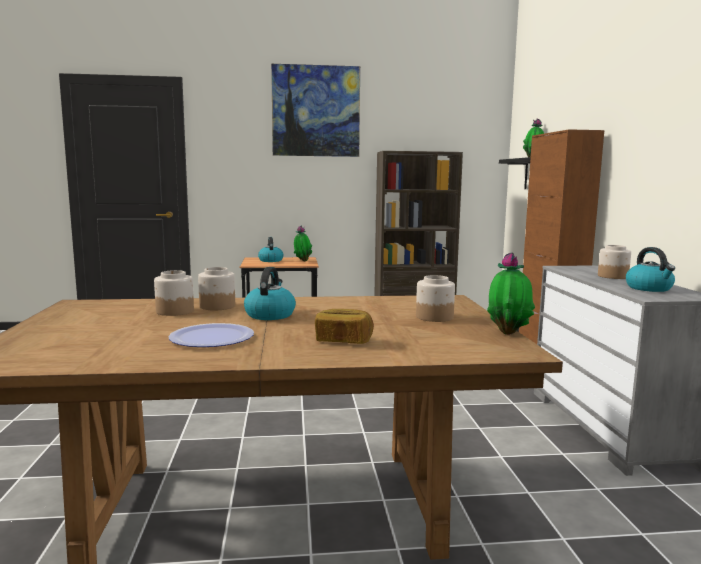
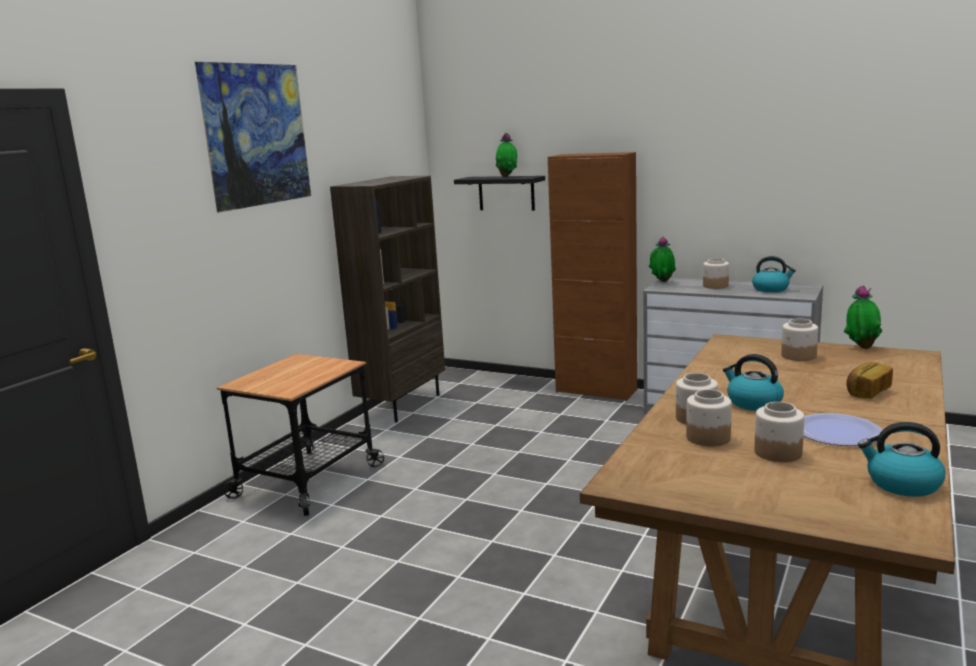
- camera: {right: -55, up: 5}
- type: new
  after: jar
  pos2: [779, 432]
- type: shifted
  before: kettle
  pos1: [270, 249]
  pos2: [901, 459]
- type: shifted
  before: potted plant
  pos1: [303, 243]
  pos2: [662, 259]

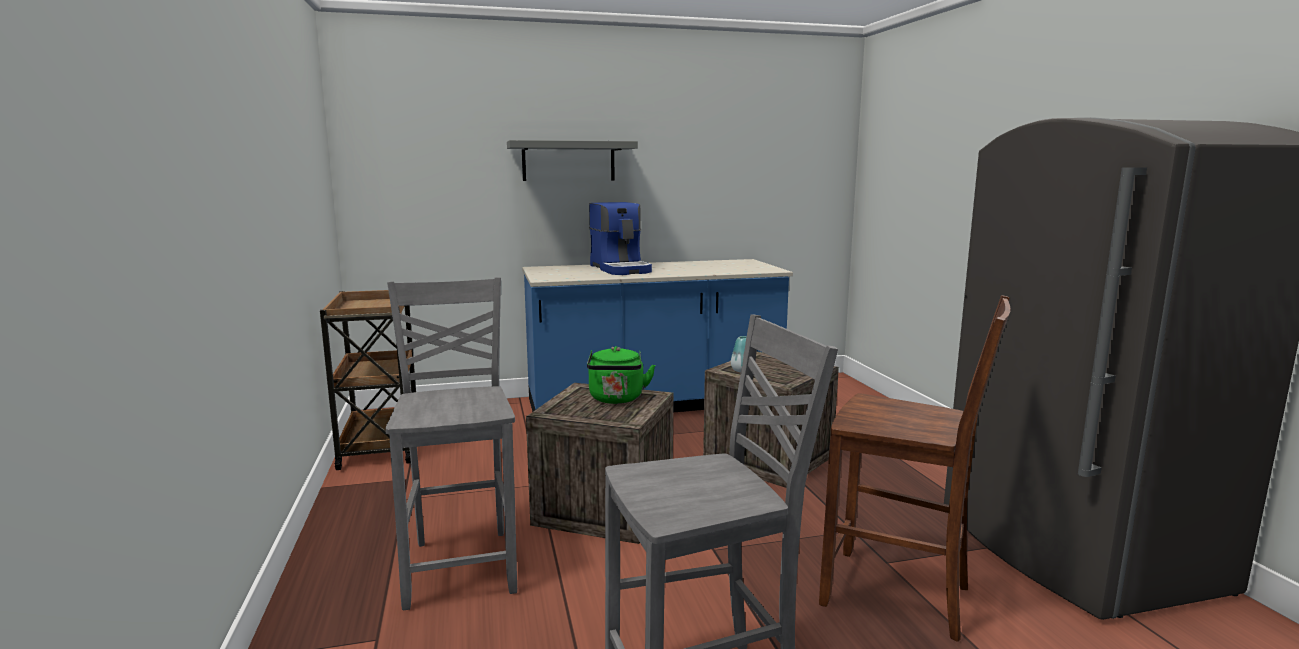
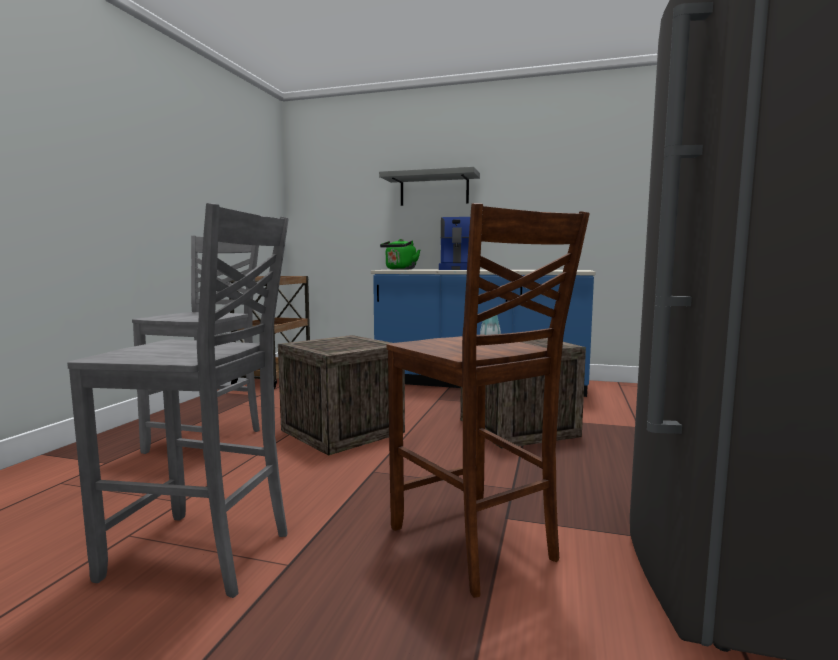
- camera: {right: 30, up: -5}
- type: shifted
  before: green kettle
  pos1: [621, 375]
  pos2: [400, 254]

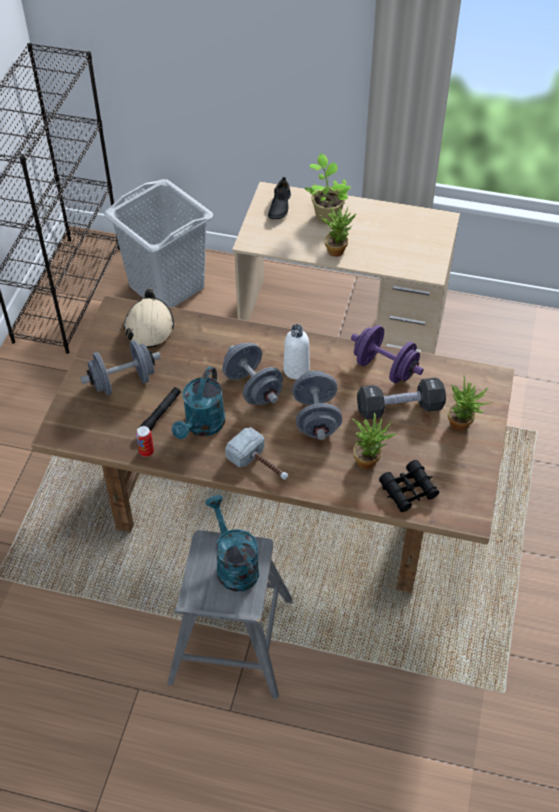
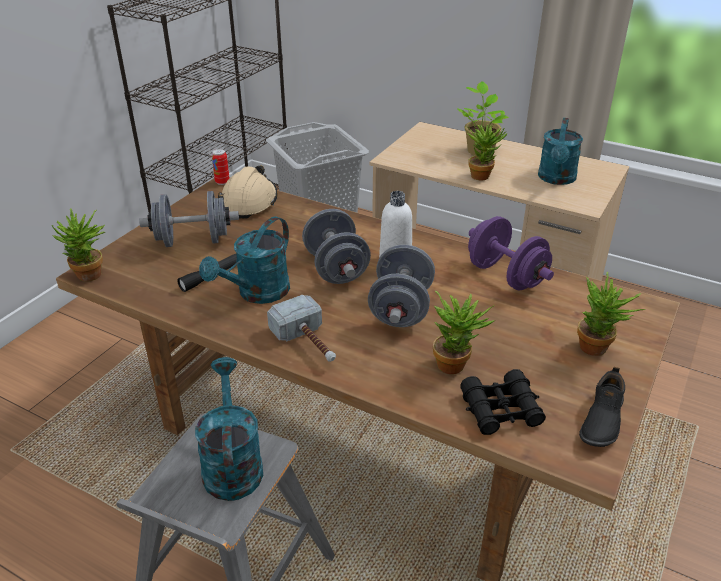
- camera: {right: 15, up: -15}
- type: gone
  before: black dumbbell
  pos1: [401, 398]
- type: new
  after: potted plant
  pos2: [78, 245]
- type: new
  after: turquoise watering can
  pos2: [560, 151]
- type: shifted
  before: can
  pos1: [145, 441]
  pos2: [221, 167]
- type: shifted
  before: black shoe
  pos1: [279, 198]
  pos2: [602, 407]

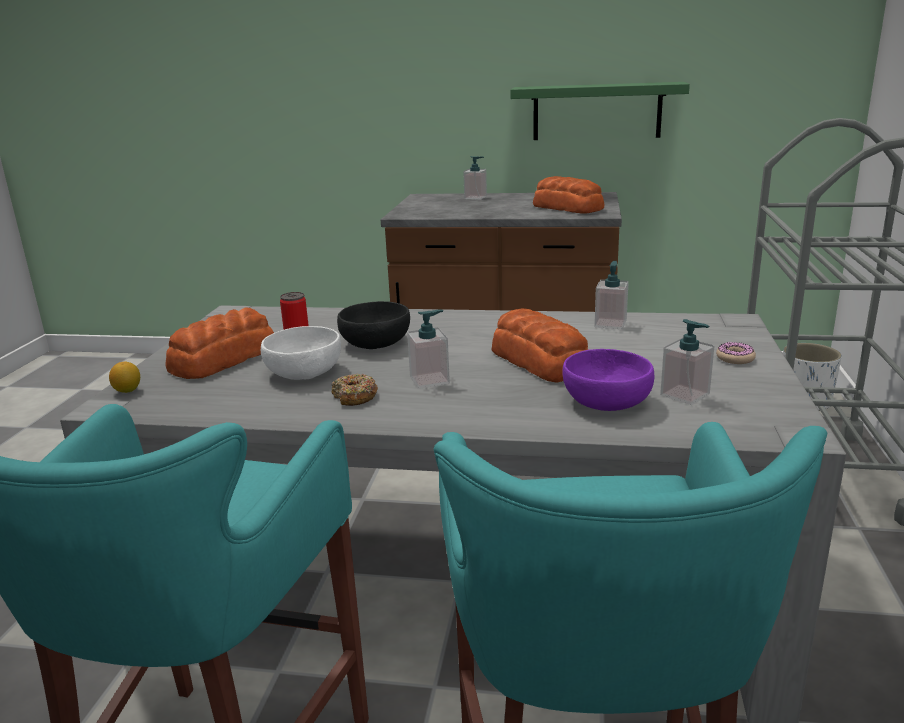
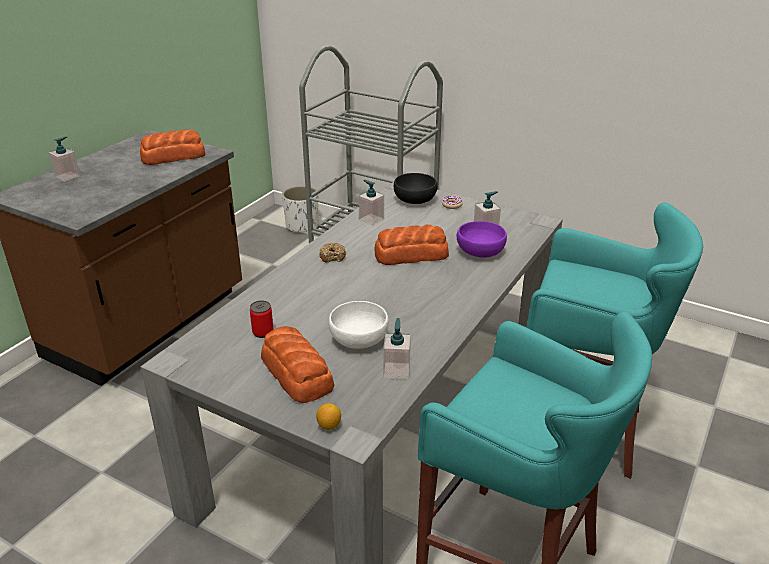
- camera: {right: -70, up: 10}
- type: gone
  before: green shelf
  pos1: [600, 111]
- type: shifted
  before: donut
  pos1: [355, 389]
  pos2: [332, 253]
- type: shifted
  before: black bowl
  pos1: [373, 325]
  pos2: [416, 188]
- type: shifted
  before: soap dispenser
  pos1: [428, 349]
  pos2: [397, 348]

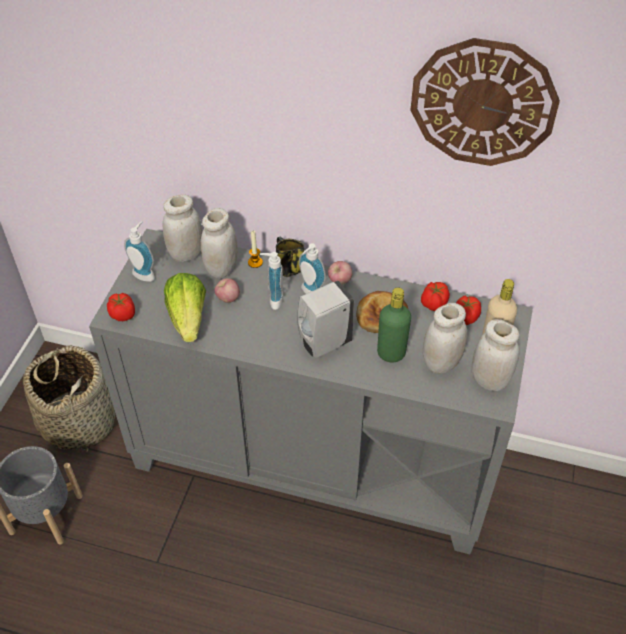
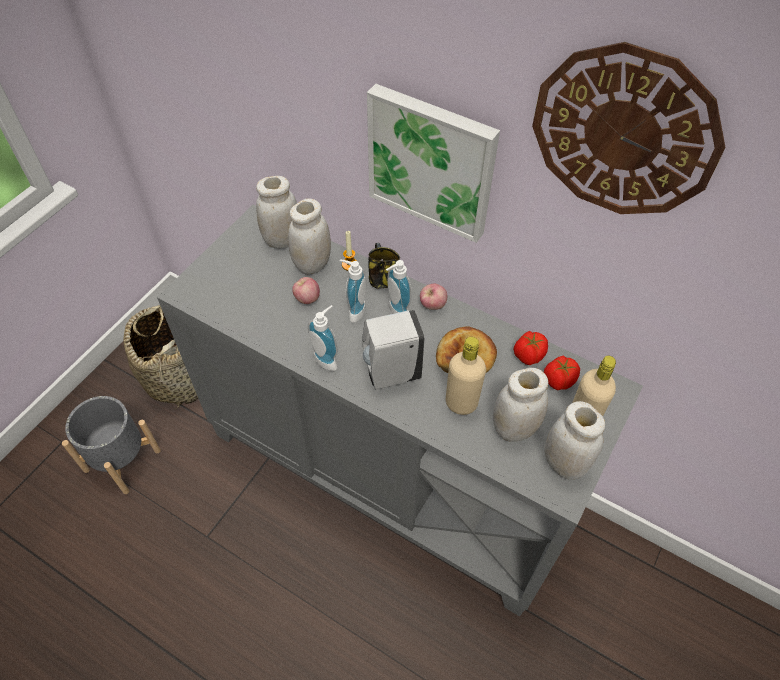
- camera: {right: 15, up: 5}
- type: gone
  before: tomato
  pos1: [121, 307]
- type: gone
  before: lettuce
  pos1: [185, 307]
- type: new
  after: picture
  pos2: [433, 163]
- type: shifted
  before: soap dispenser
  pos1: [139, 251]
  pos2: [323, 338]
- type: repainted
  before: green bottle
  after: beige bottle
  pos1: [394, 325]
  pos2: [466, 376]

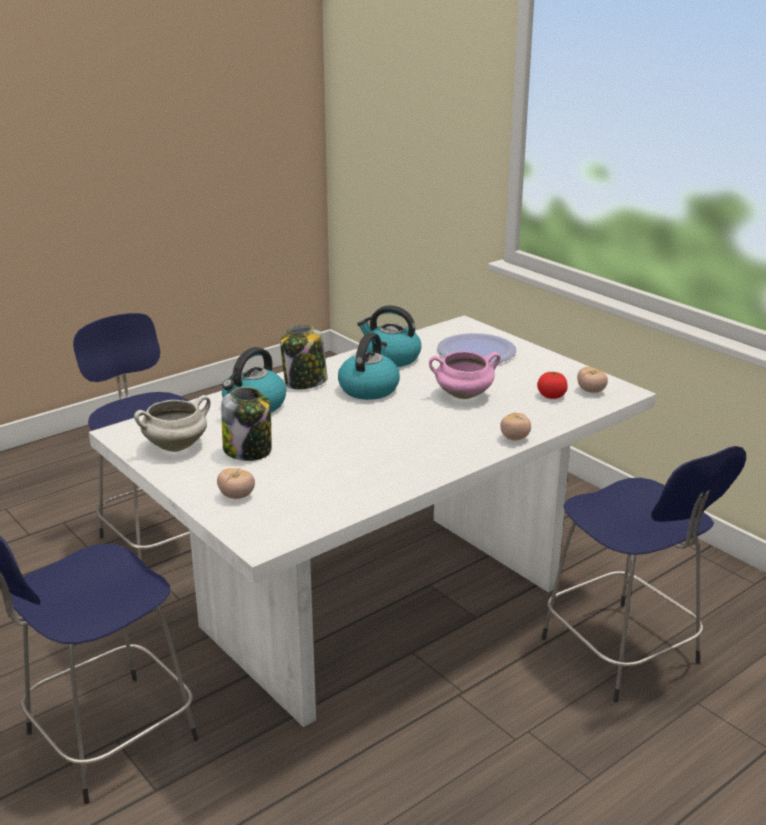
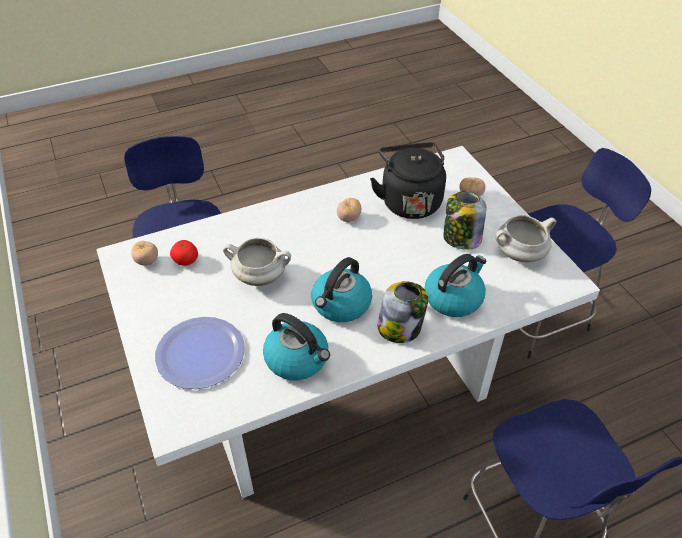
- camera: {right: -165, up: 20}
- type: new
  after: black kettle
  pos2: [408, 180]
- type: shifted
  before: tomato
  pos1: [515, 427]
  pos2: [349, 210]
- type: repainted
  before: pink cooking pot
  after: white cooking pot
  pos1: [465, 375]
  pos2: [257, 262]

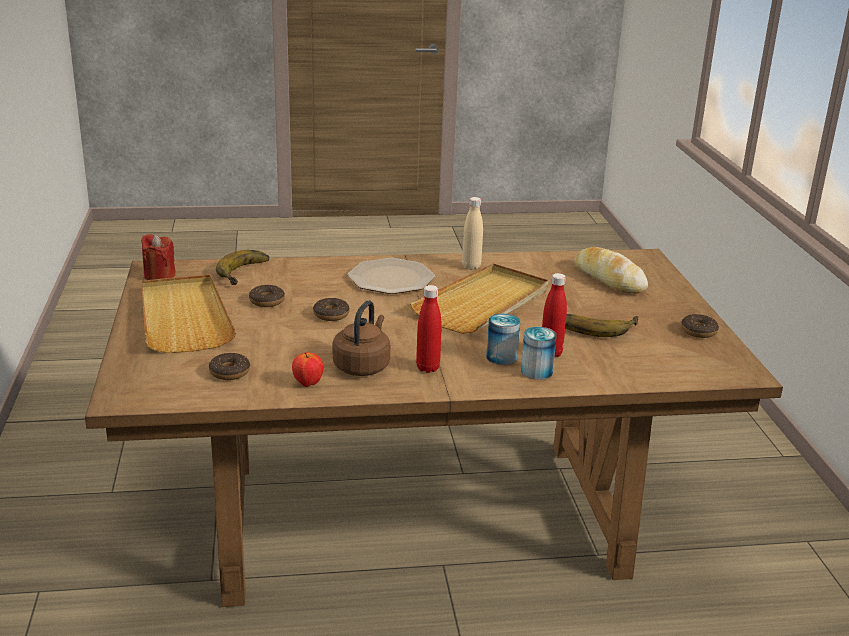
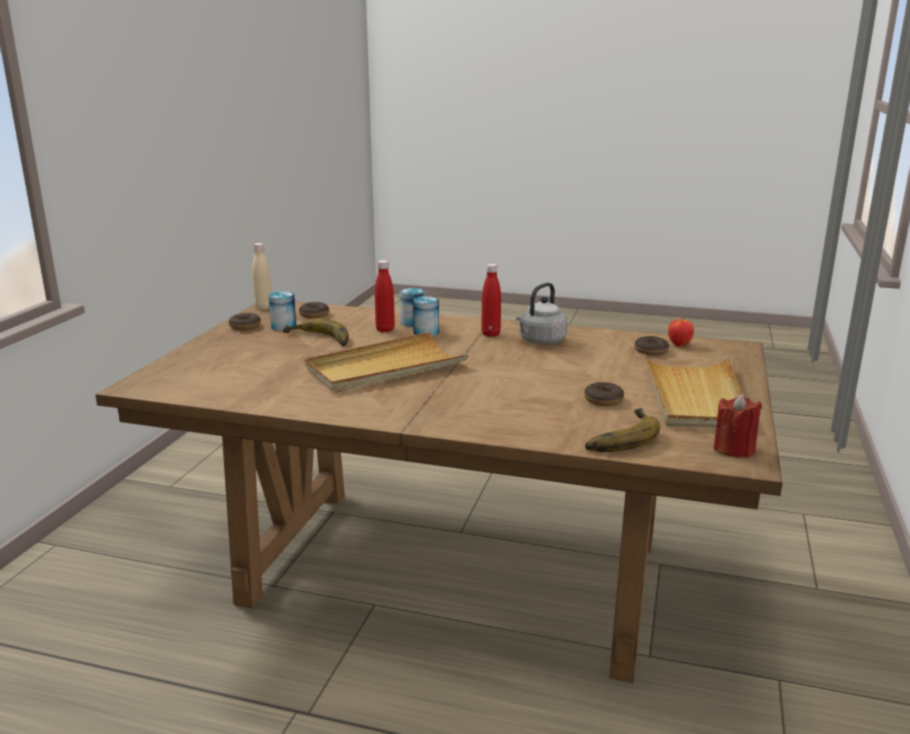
- camera: {right: -155, up: -5}
- type: gone
  before: plate
  pos1: [391, 276]
- type: gone
  before: bread
  pos1: [611, 270]
- type: new
  after: can
  pos2: [282, 311]
- type: shifted
  before: apple
  pos1: [307, 369]
  pos2: [681, 332]
- type: shifted
  before: donut
  pos1: [331, 309]
  pos2: [314, 310]
- type: shifted
  before: beige bottle
  pos1: [472, 233]
  pos2: [262, 276]
- type: repainted
  before: brown kettle
  after: grey kettle
  pos1: [361, 338]
  pos2: [542, 313]

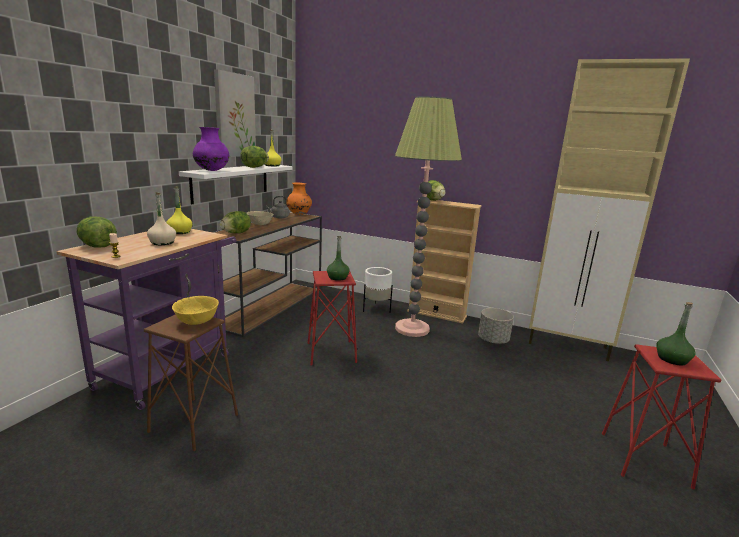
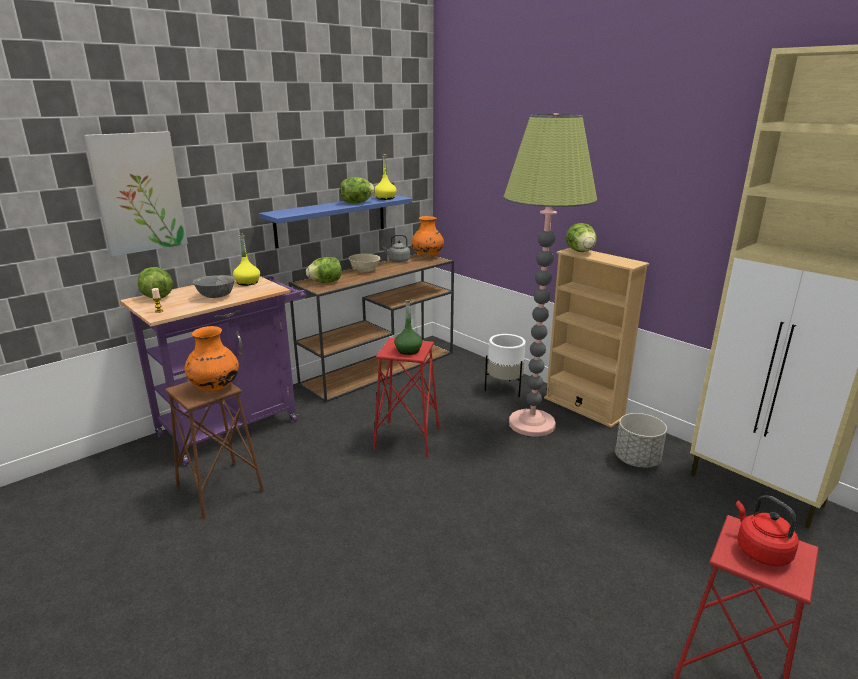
- camera: {right: 25, up: 5}
- type: gone
  before: purple vase
  pos1: [211, 149]
- type: shifted
  before: picture
  pos1: [235, 112]
  pos2: [136, 193]
- type: swapped
  before: beige bottle
  after: grey bowl
  pos1: [161, 218]
  pos2: [214, 286]
- type: swapped
  before: yellow bowl
  after: orange vase
  pos1: [195, 310]
  pos2: [211, 359]
- type: swapped
  before: green bottle
  after: red kettle
  pos1: [675, 334]
  pos2: [767, 530]
- type: repainted
  before: white shelf
  after: blue shelf
  pos1: [235, 184]
  pos2: [335, 222]

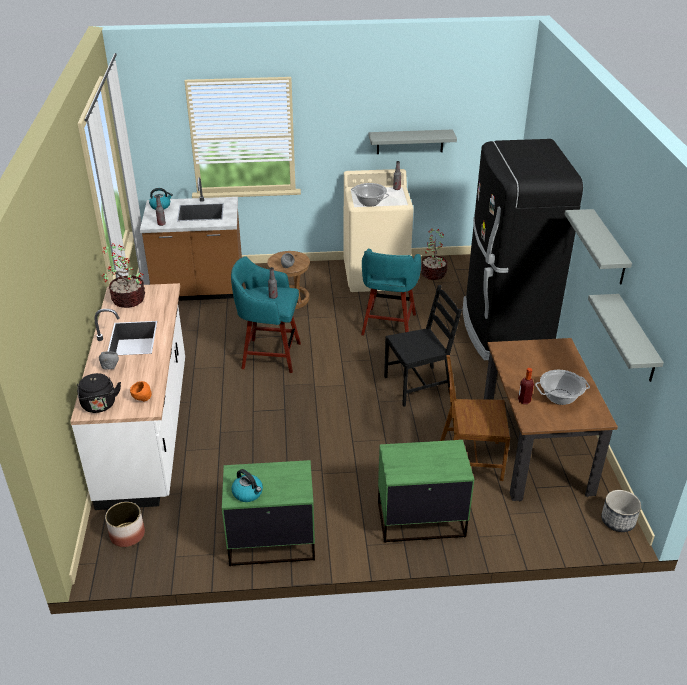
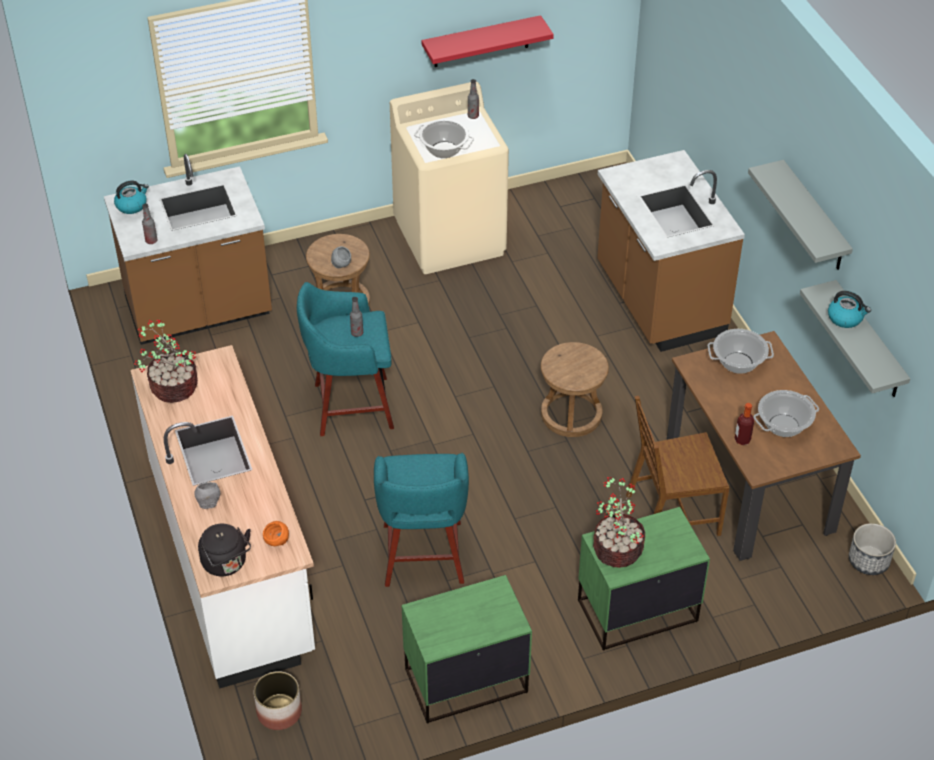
- camera: {right: -15, up: 10}
- type: new
  after: cooking pot
  pos2: [741, 351]
- type: shifted
  before: kettle
  pos1: [247, 485]
  pos2: [849, 309]
- type: shifted
  before: turquoise stool
  pos1: [391, 292]
  pos2: [421, 520]
- type: shifted
  before: potted plant
  pos1: [434, 254]
  pos2: [619, 522]
- type: swapped
  before: black chair
  after: brown stool
  pos1: [423, 346]
  pos2: [575, 389]
- type: swapped
  before: black fridge
  after: brown counter
  pos1: [523, 249]
  pos2: [671, 251]
- type: repainted
  before: grey shelf
  after: red shelf
  pos1: [413, 142]
  pos2: [487, 41]

